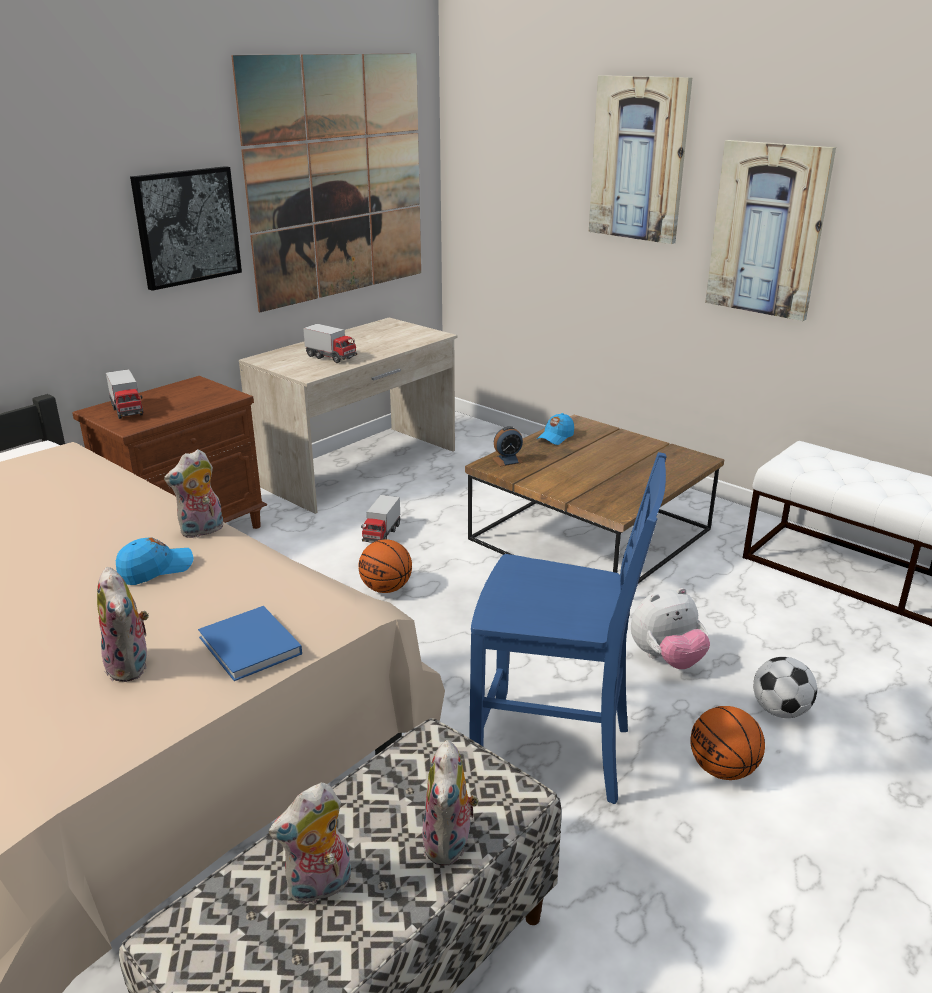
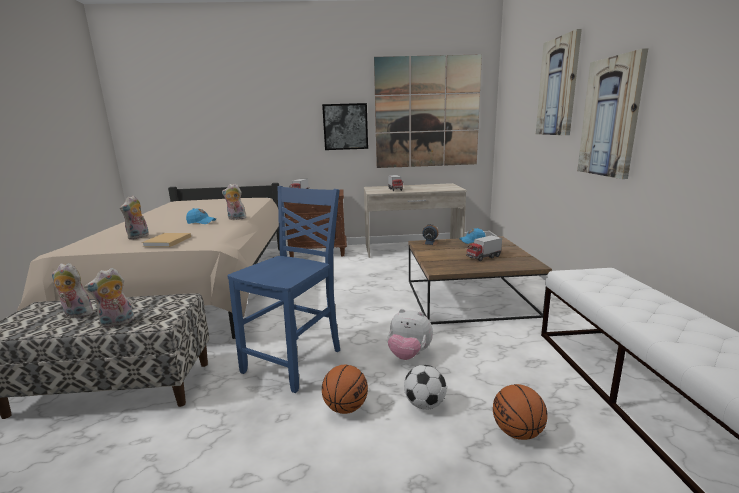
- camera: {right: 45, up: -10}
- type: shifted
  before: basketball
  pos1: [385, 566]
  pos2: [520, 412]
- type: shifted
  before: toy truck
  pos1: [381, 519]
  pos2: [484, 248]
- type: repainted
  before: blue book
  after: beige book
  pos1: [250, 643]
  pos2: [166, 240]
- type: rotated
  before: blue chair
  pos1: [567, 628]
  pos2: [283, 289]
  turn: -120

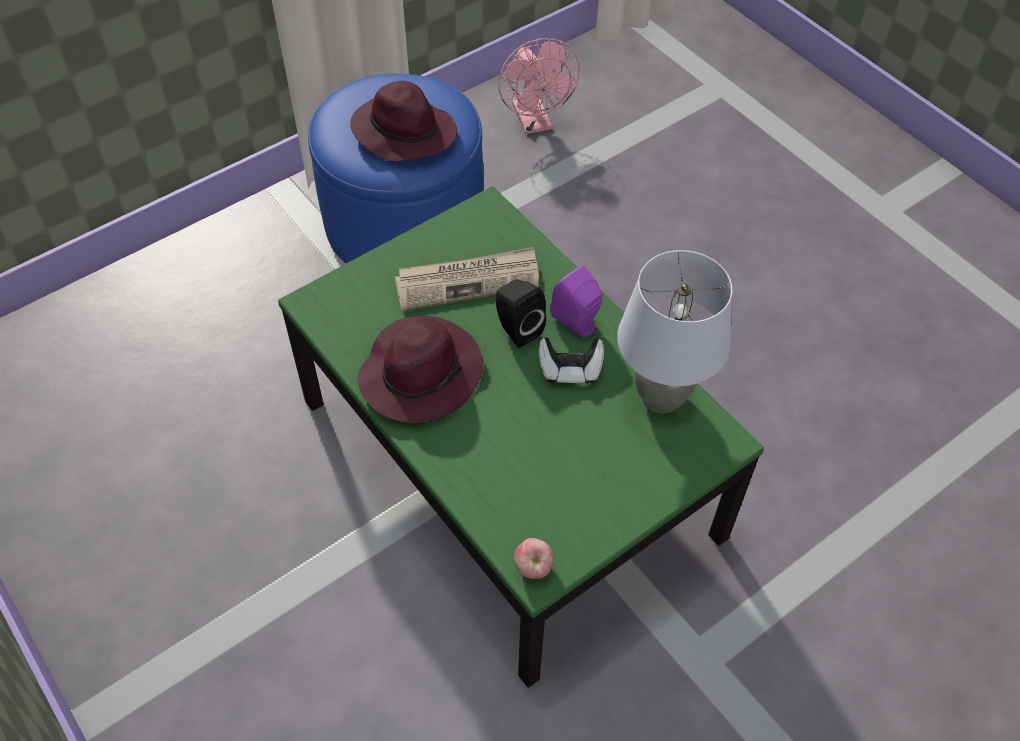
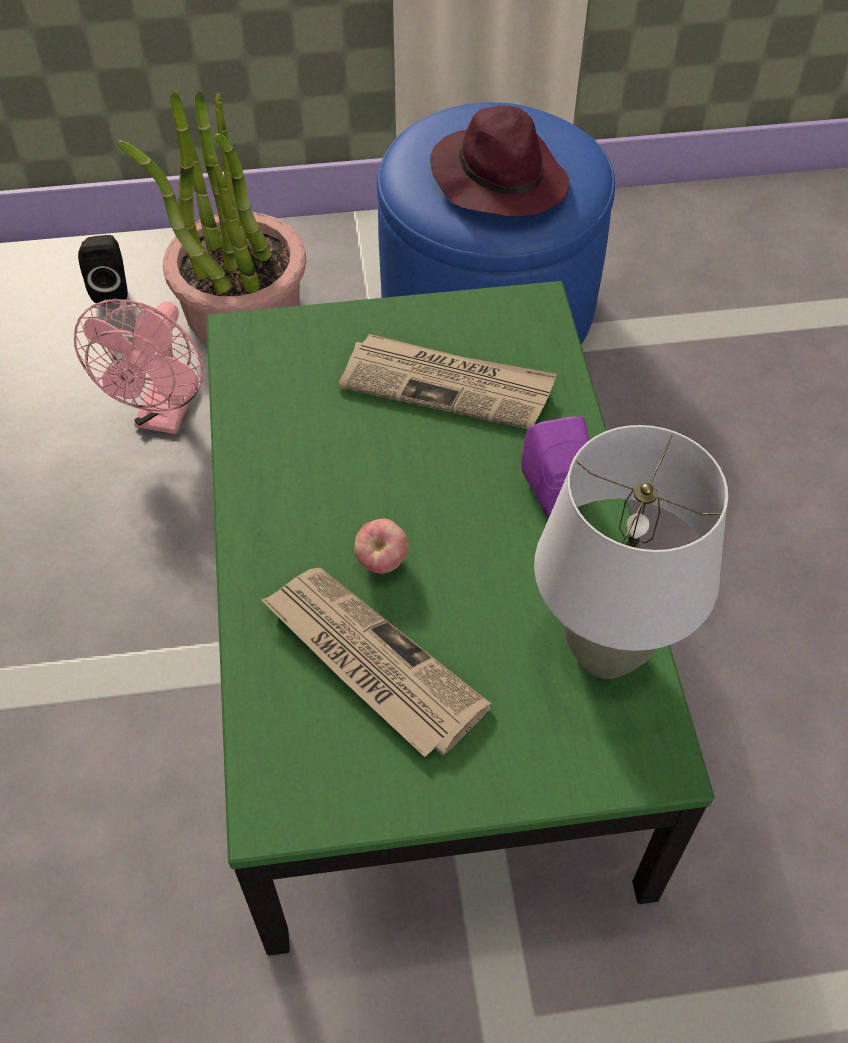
- camera: {right: 30, up: 0}
- type: gone
  before: purple hat
  pos1: [420, 369]
- type: gone
  before: game controller
  pos1: [571, 360]
- type: new
  after: potted plant
  pos2: [211, 215]
- type: new
  after: newspaper
  pos2: [376, 662]
- type: shifted
  before: black speaker
  pos1: [521, 313]
  pos2: [103, 269]
- type: shifted
  before: pink fan
  pos1: [539, 86]
  pos2: [139, 366]
- type: shifted
  before: apple
  pos1: [534, 558]
  pos2: [381, 546]

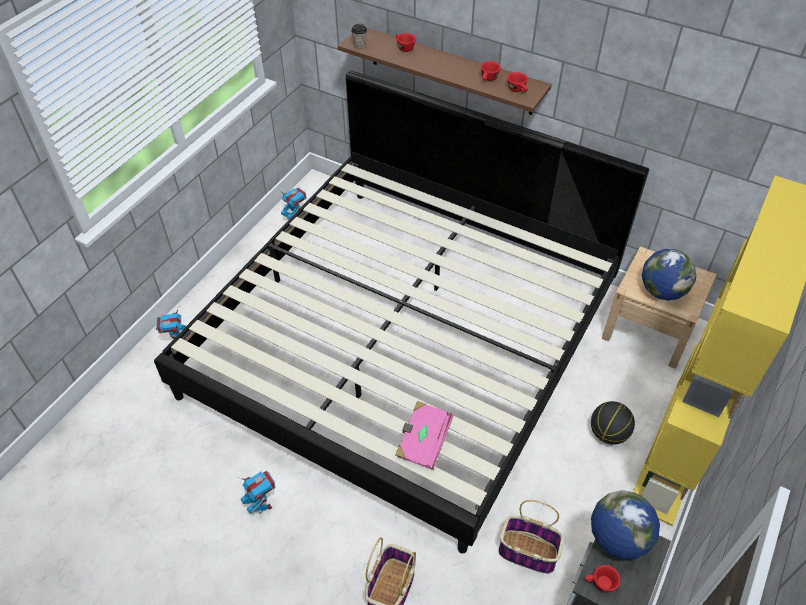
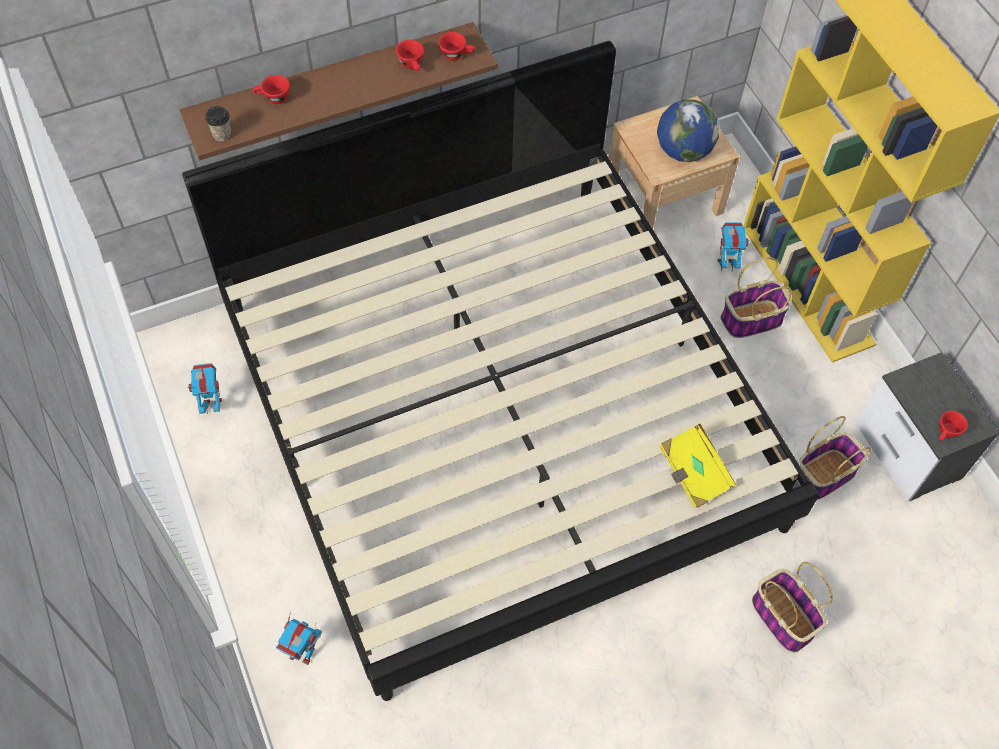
- camera: {right: -55, up: 10}
- type: gone
  before: globe
  pos1: [625, 524]
- type: shifted
  before: toy robot
  pos1: [256, 492]
  pos2: [734, 246]
- type: swapped
  before: basketball
  after: basket
  pos1: [613, 423]
  pos2: [756, 297]
- type: repainted
  before: pink book
  after: yellow book
  pos1: [424, 435]
  pos2: [697, 465]

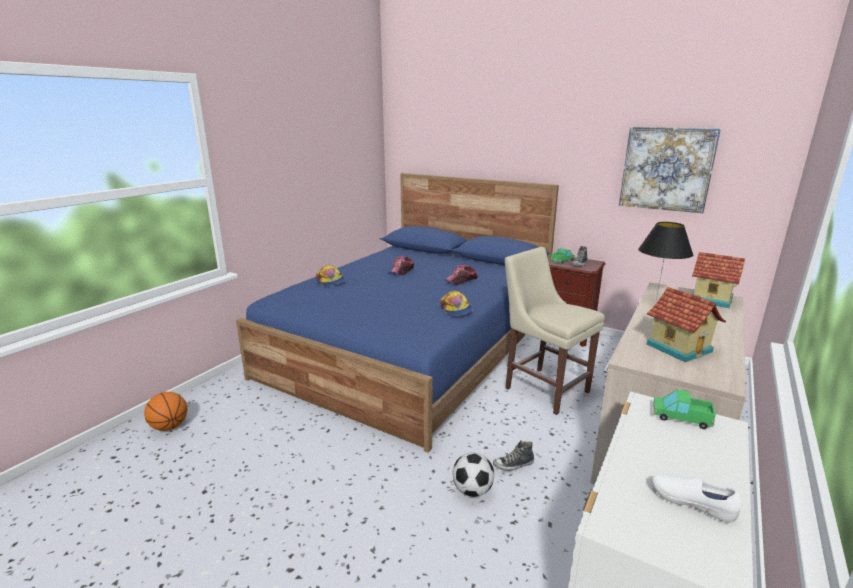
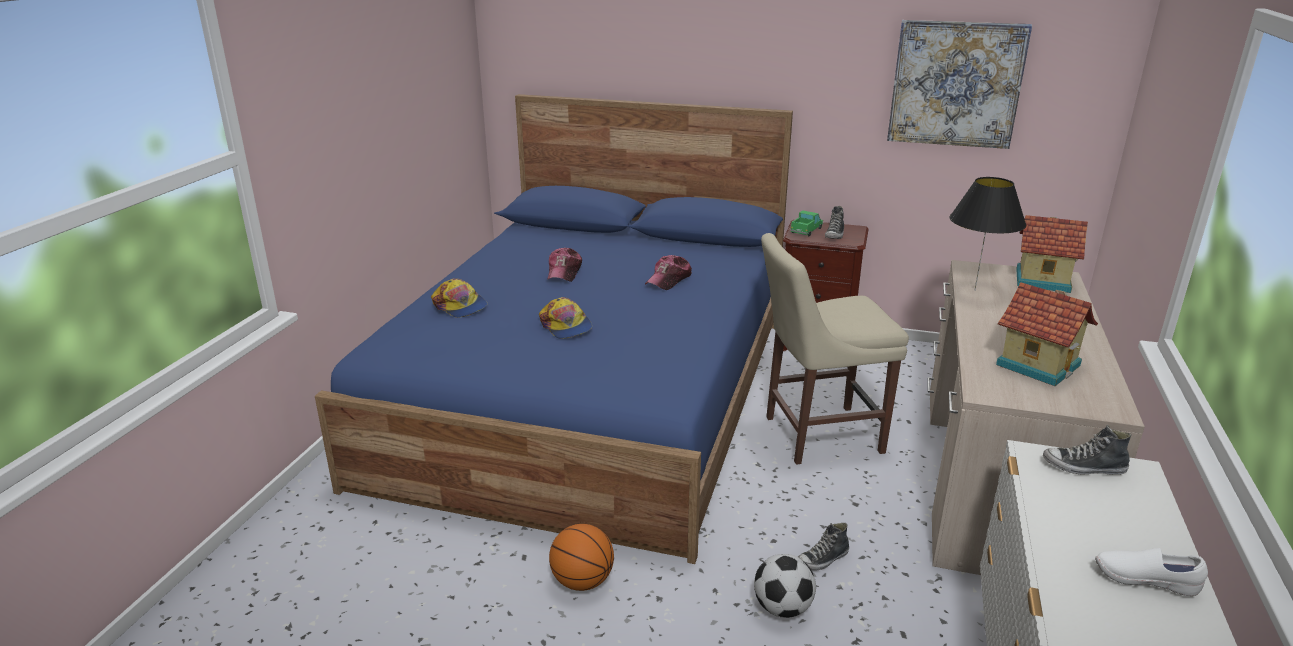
- camera: {right: -15, up: 5}
- type: shifted
  before: basketball
  pos1: [165, 411]
  pos2: [581, 557]
- type: shifted
  before: cap
  pos1: [456, 303]
  pos2: [565, 318]
- type: swapped
  before: toy truck
  after: shoe
  pos1: [684, 409]
  pos2: [1087, 450]
- type: rotated
  before: beige chair
  pos1: [555, 331]
  pos2: [835, 349]
  turn: -45

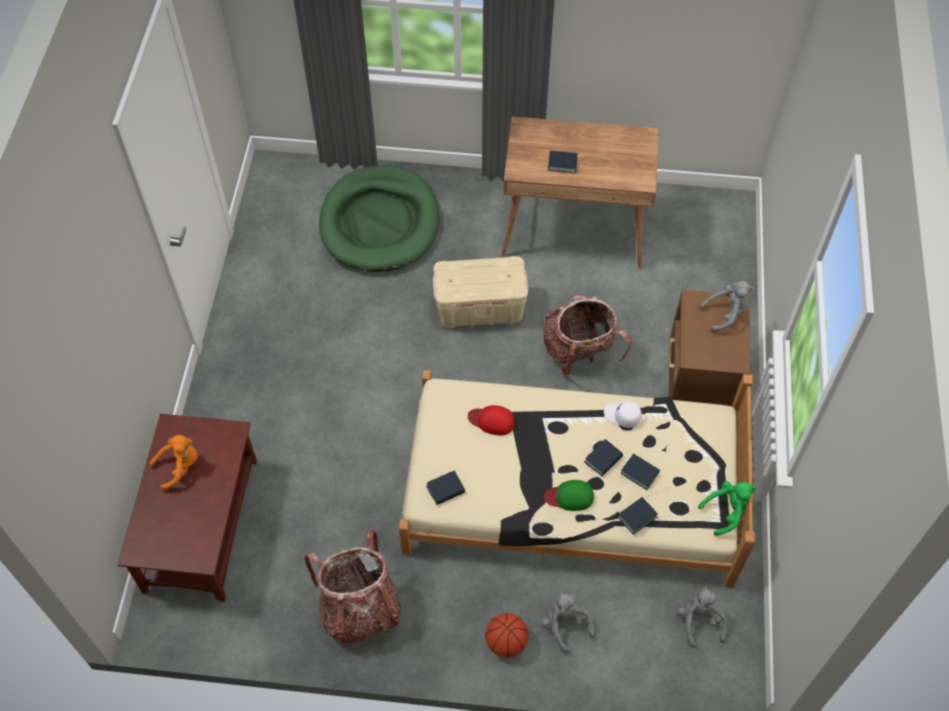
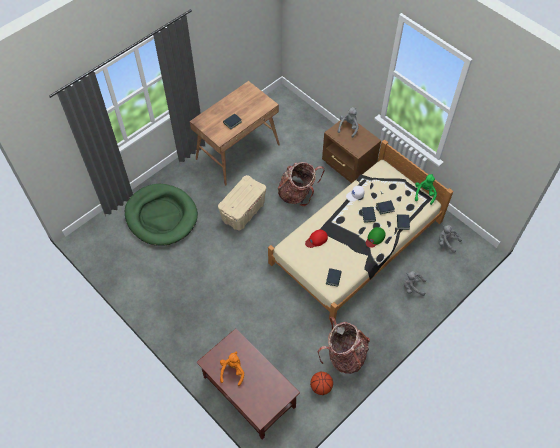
- camera: {right: -50, up: 0}
- type: shifted
  before: basketball
  pos1: [507, 635]
  pos2: [321, 383]

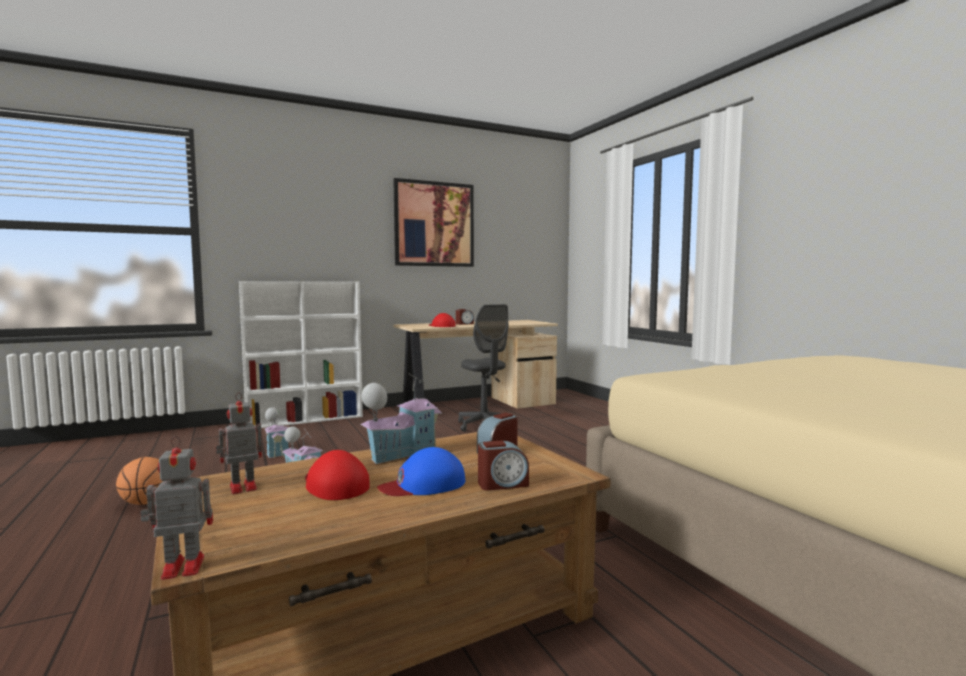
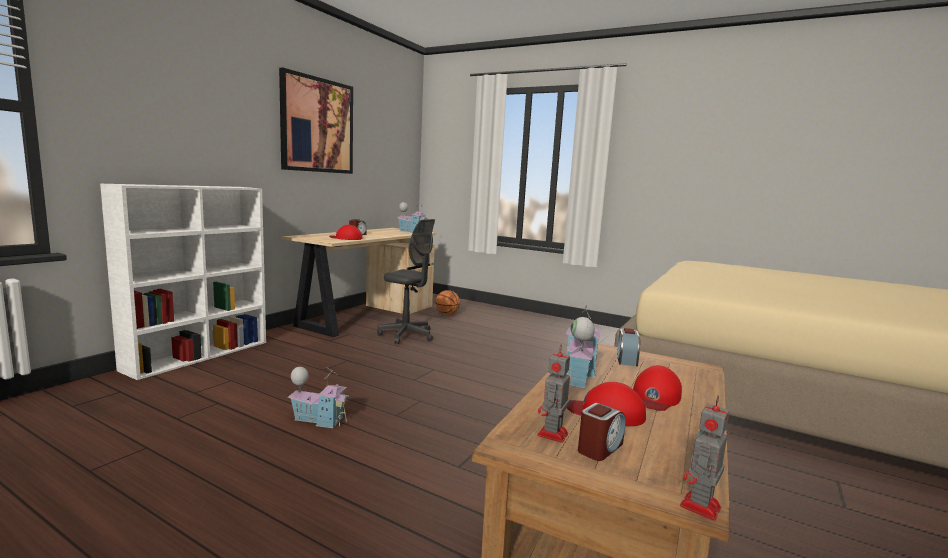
- camera: {right: -35, up: 5}
- type: shifted
  before: basketball
  pos1: [139, 481]
  pos2: [447, 302]
- type: shifted
  before: toy house
  pos1: [277, 432]
  pos2: [412, 217]
- type: shifted
  before: alarm clock
  pos1: [503, 465]
  pos2: [602, 432]
- type: repainted
  before: blue cap
  after: red cap
  pos1: [421, 471]
  pos2: [657, 388]

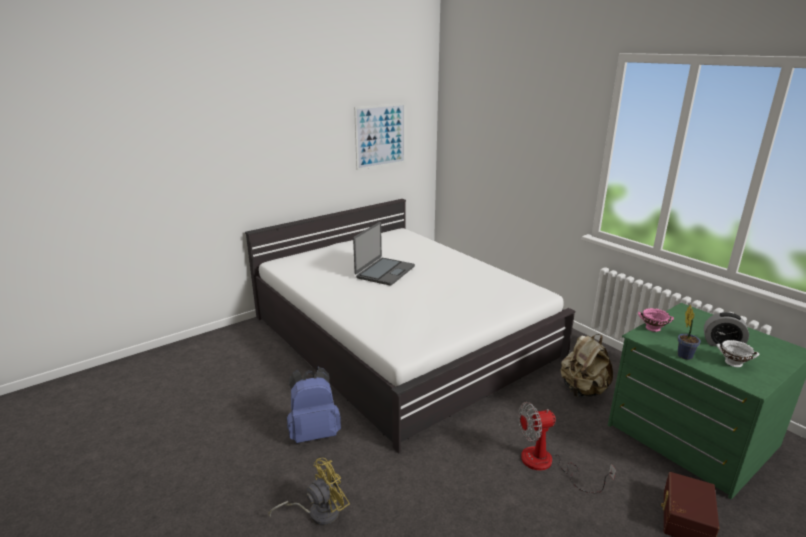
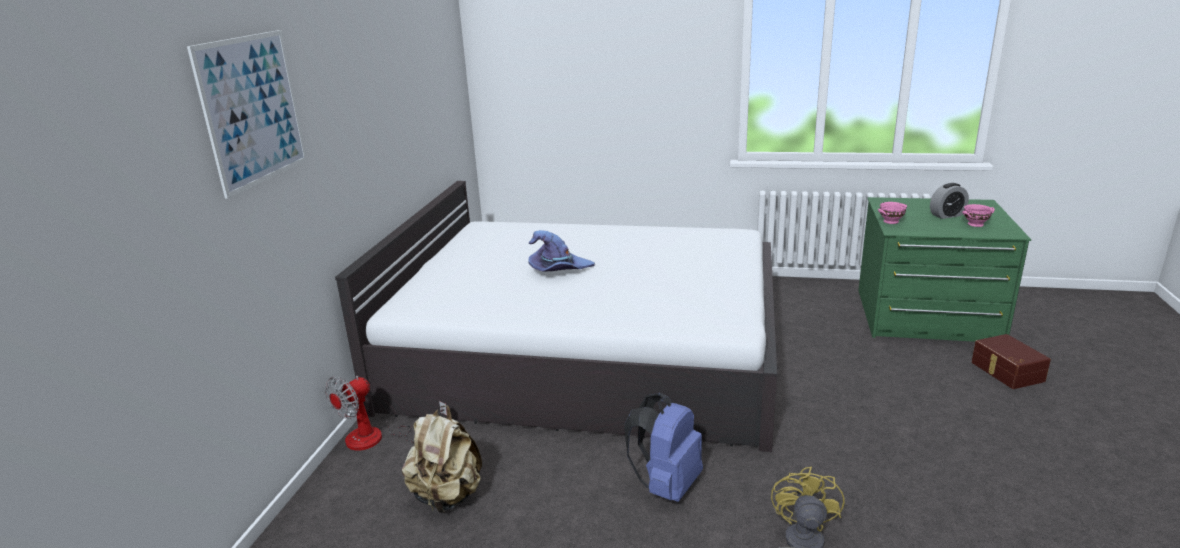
- camera: {right: -40, up: 0}
- type: gone
  before: potted plant
  pos1: [689, 332]
- type: shifted
  before: picture
  pos1: [379, 136]
  pos2: [247, 114]
- type: shifted
  before: fan
  pos1: [567, 447]
  pos2: [386, 413]
- type: shifted
  before: beige backpack
  pos1: [586, 365]
  pos2: [442, 459]
- type: swapped
  before: laptop
  after: purple hat
  pos1: [384, 254]
  pos2: [561, 251]
- type: repainted
  before: white bowl
  after: pink bowl
  pos1: [738, 353]
  pos2: [978, 215]

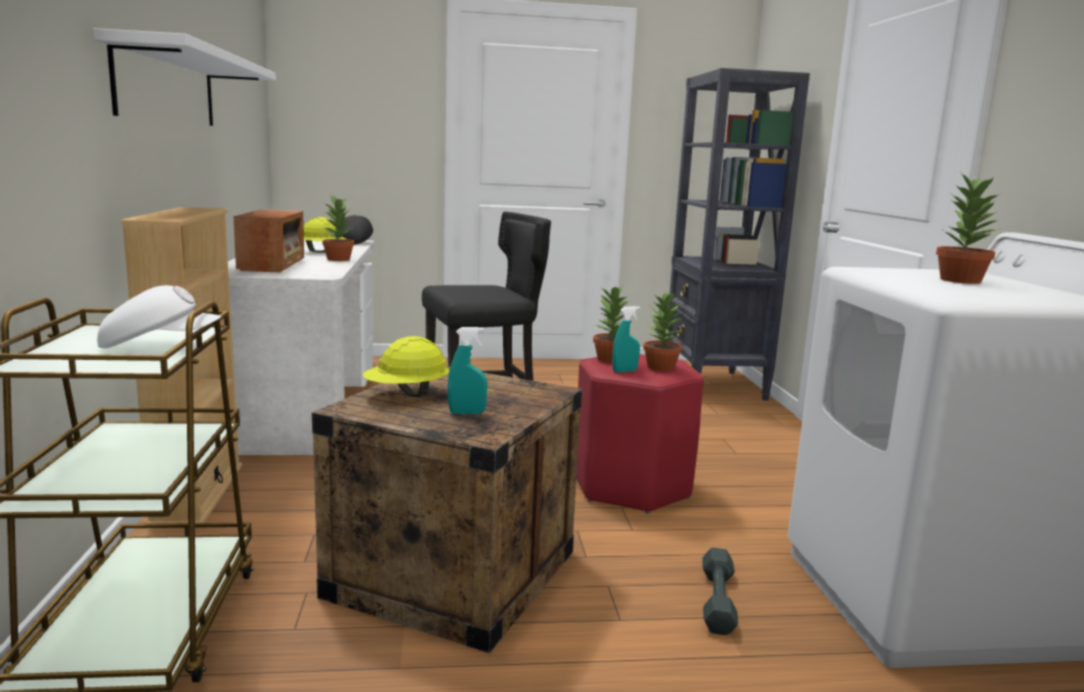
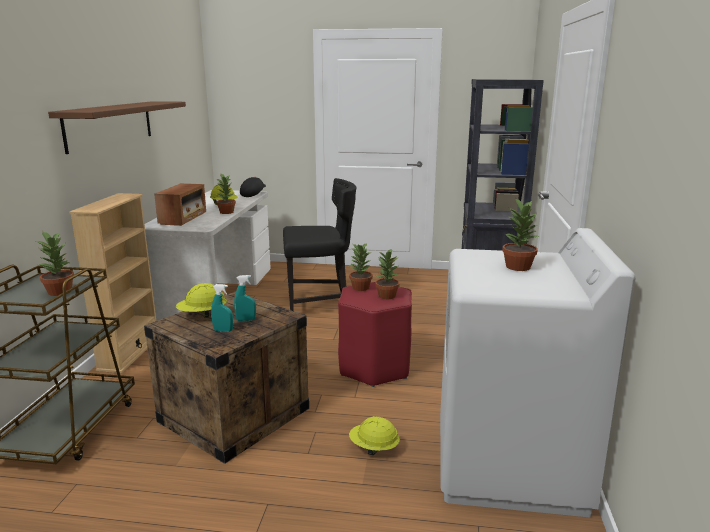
- camera: {right: 15, up: 5}
- type: shifted
  before: turquoise spray bottle
  pos1: [626, 339]
  pos2: [245, 298]
- type: swapped
  before: white cap
  after: potted plant
  pos1: [159, 316]
  pos2: [55, 264]
- type: swapped
  before: grey dumbbell
  after: yellow hard hat
  pos1: [720, 591]
  pos2: [374, 435]
- type: repainted
  before: white shelf
  after: brown shelf
  pos1: [184, 77]
  pos2: [117, 127]

